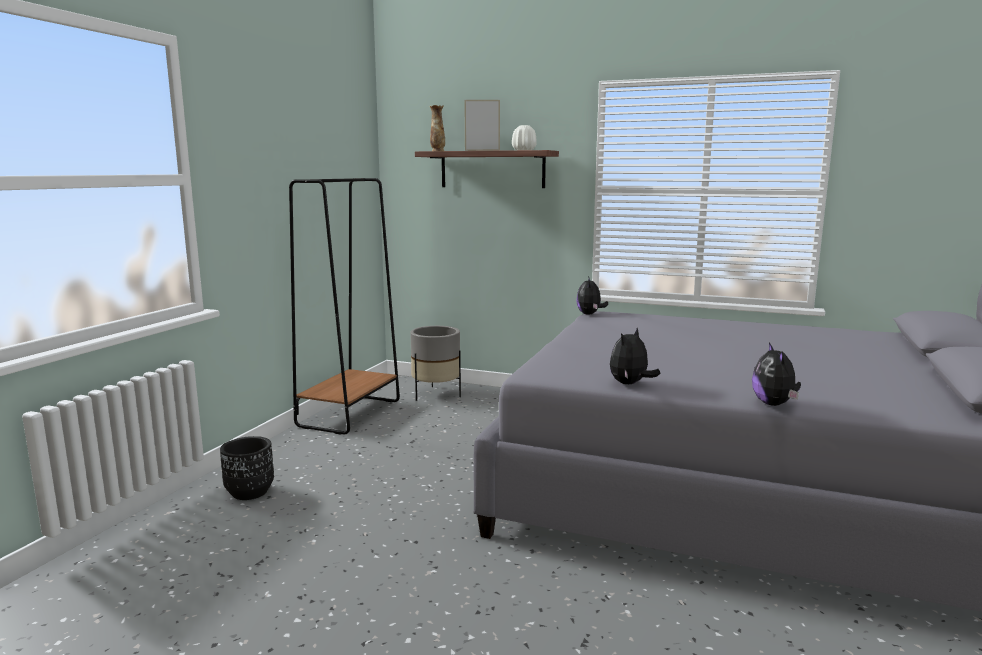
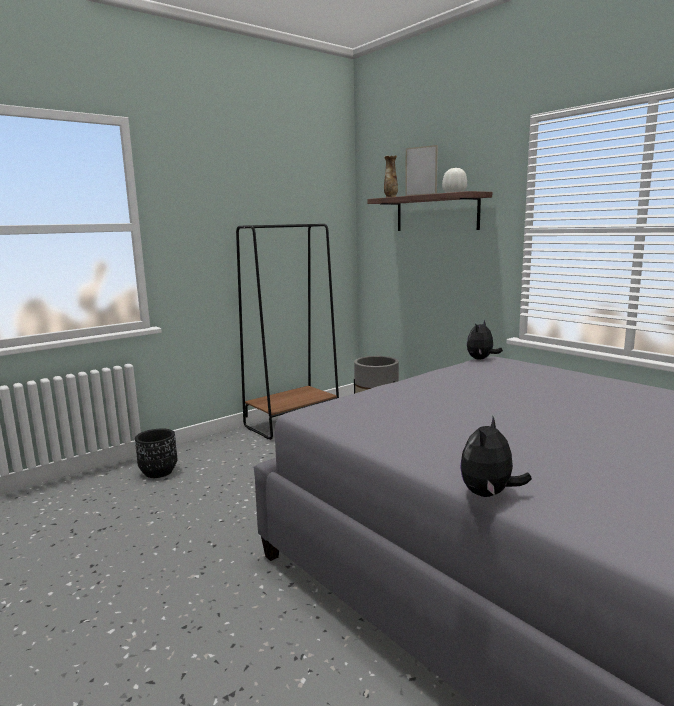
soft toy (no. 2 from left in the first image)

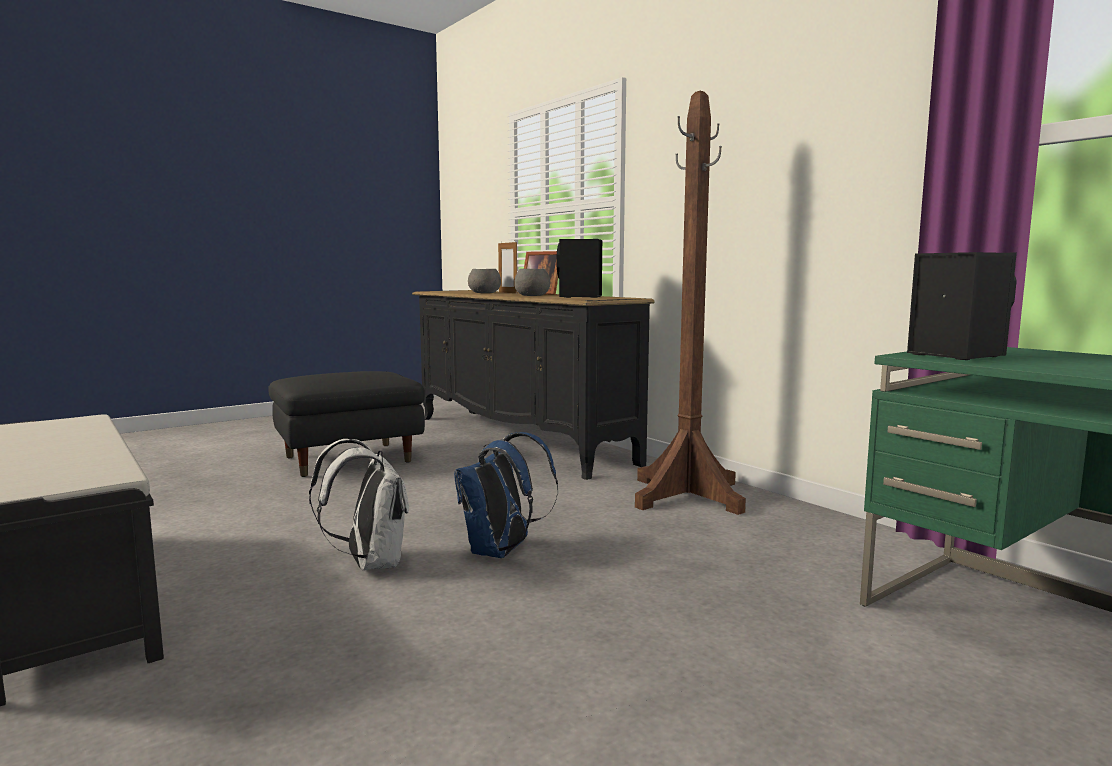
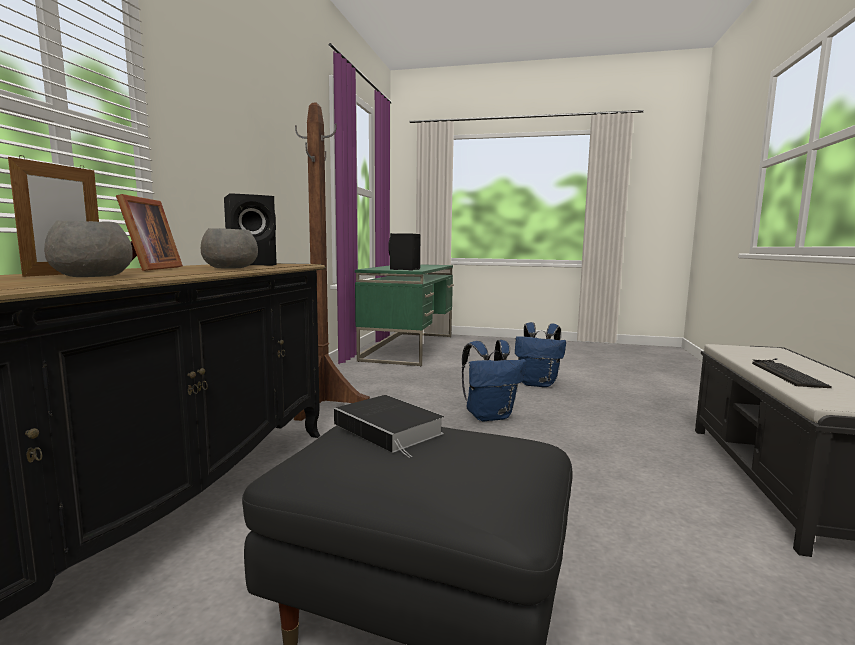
volume; bluish rucksack (no. 2 from left); computer keyboard; white rucksack

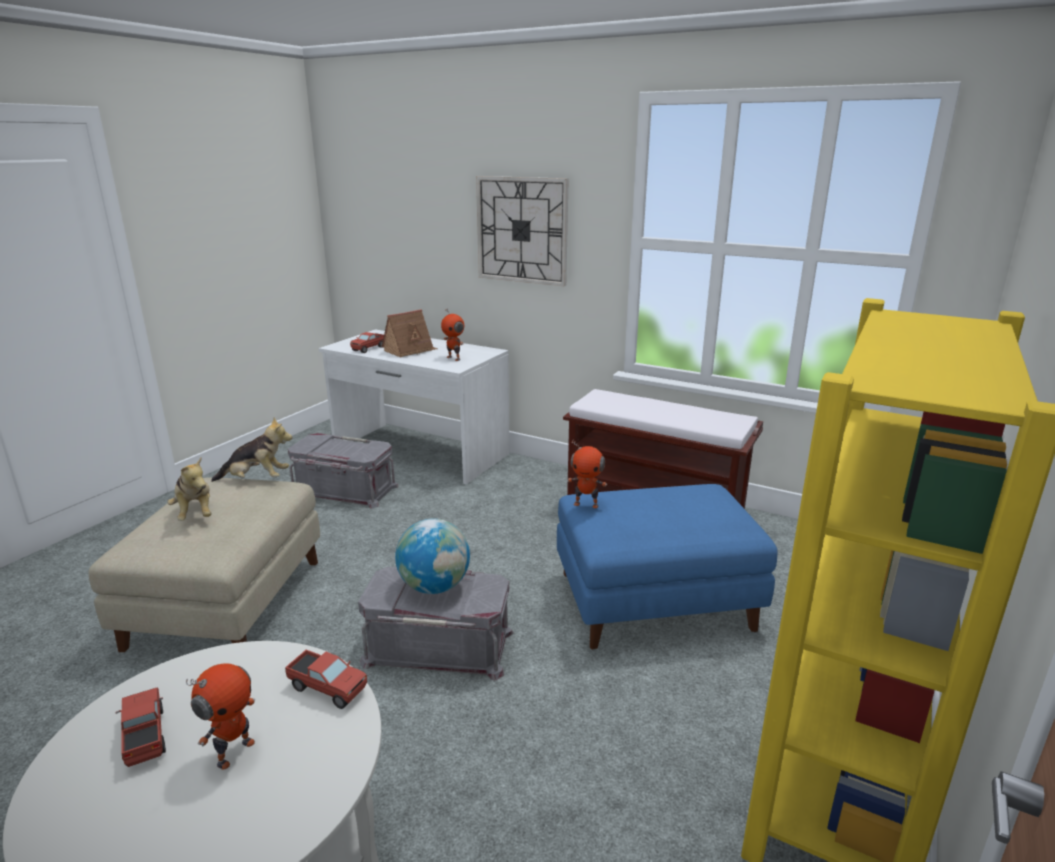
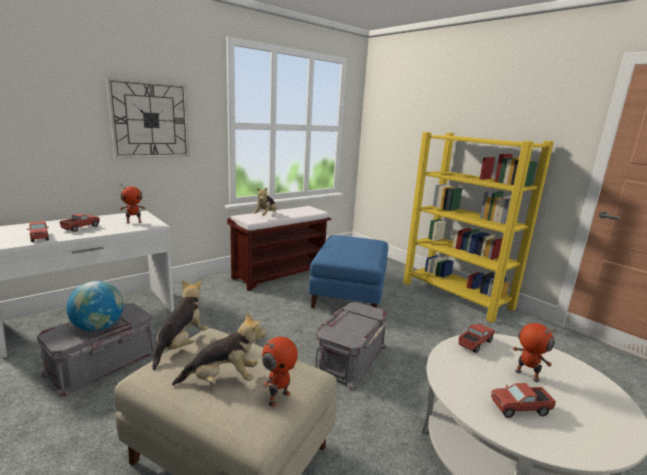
model truck (no. 2 from left); world globe; soft toy (no. 3 from left); robot figure (no. 2 from left)

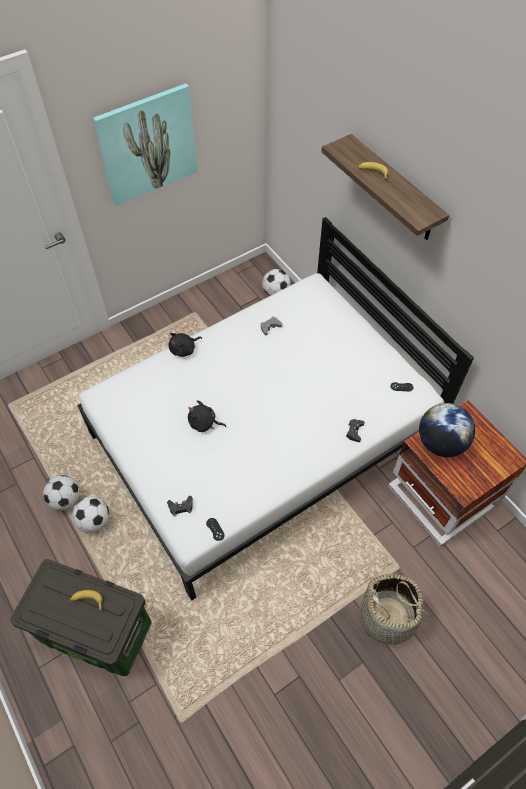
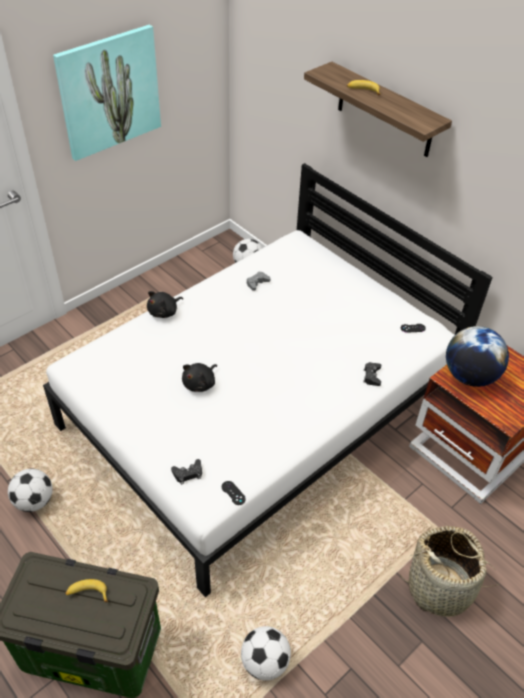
black soft toy (no. 2 from left); football ball (no. 3 from left)

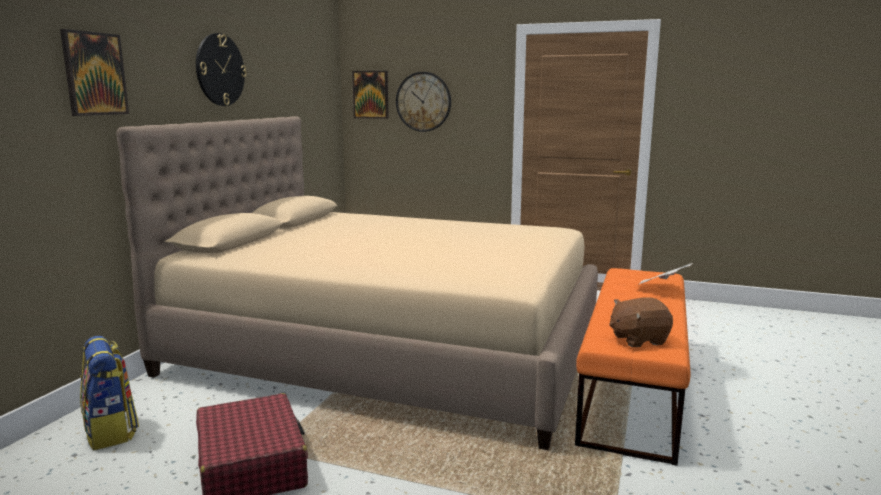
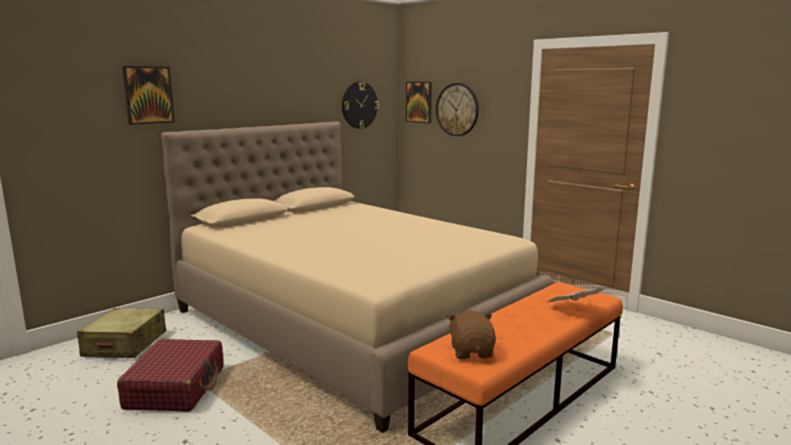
sand-coloured suitcase; clock on the wall (no. 1 from left); brown soft toy

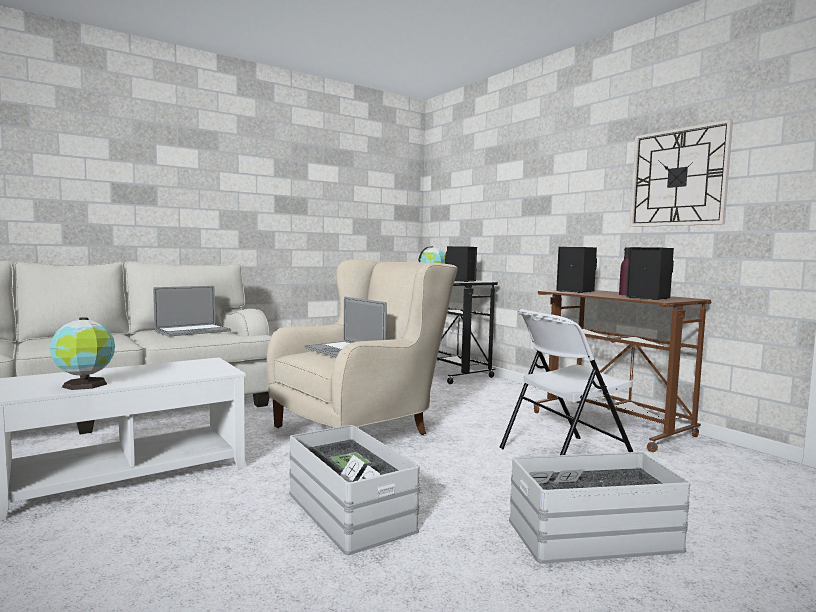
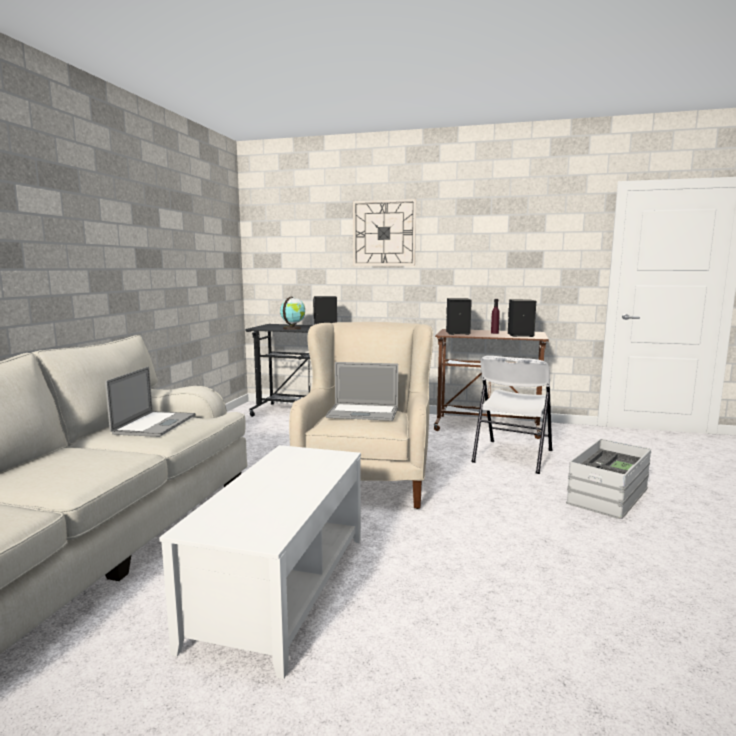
clock on the wall; world globe (no. 1 from left in the first image); gray storage bin (no. 1 from left in the first image)

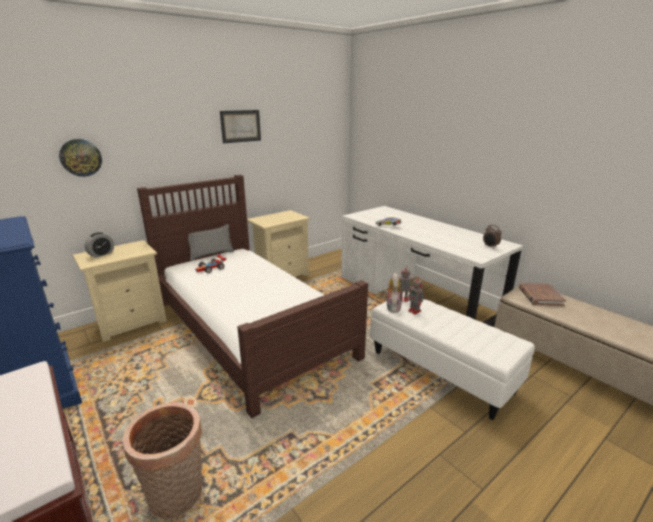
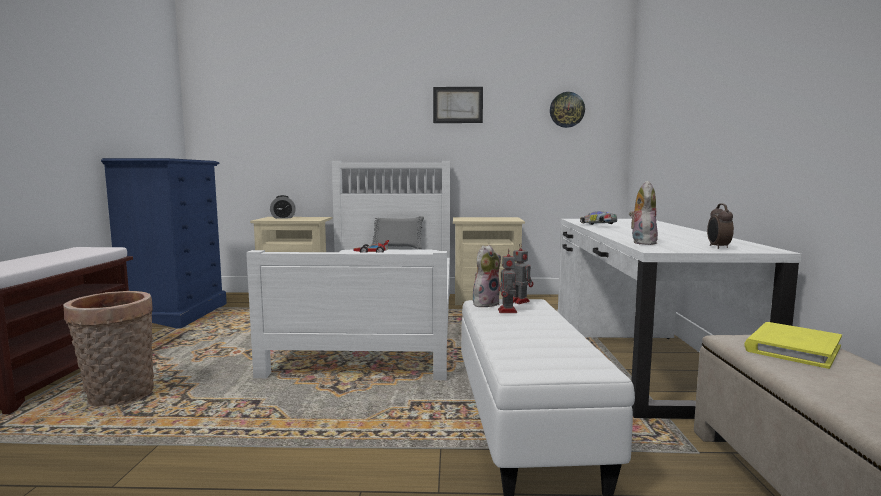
white sleeping bed; clock on the wall; soft toy (no. 2 from left); yellow-coloured volume

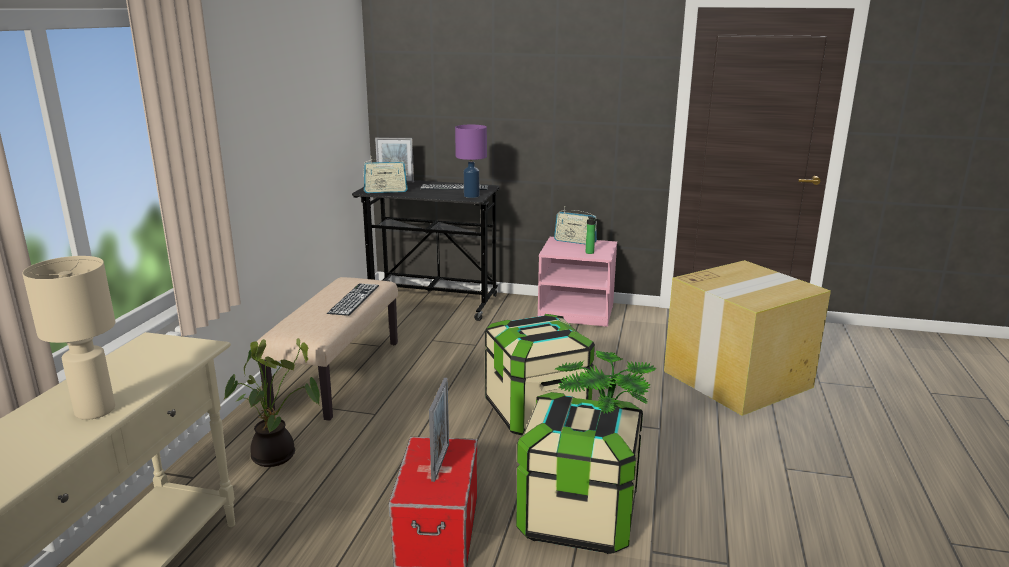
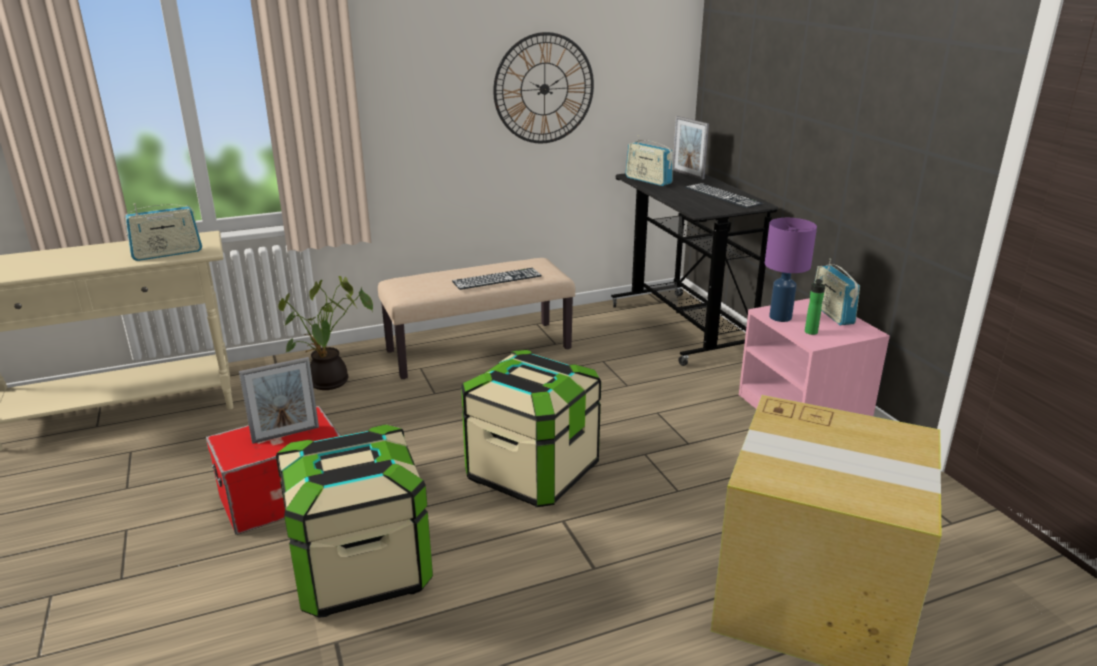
radio receiver (no. 1 from left); clock on the wall; purple-coloured table lamp; sand-coloured table lamp; plant in a pot (no. 2 from left in the first image)

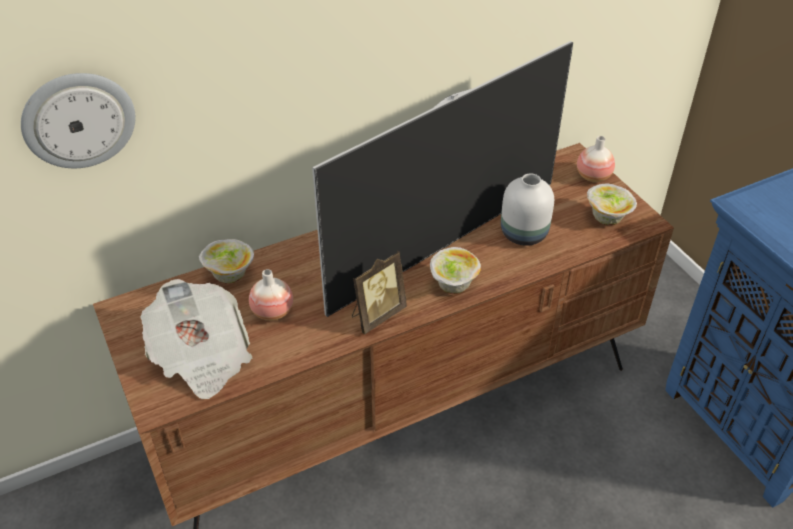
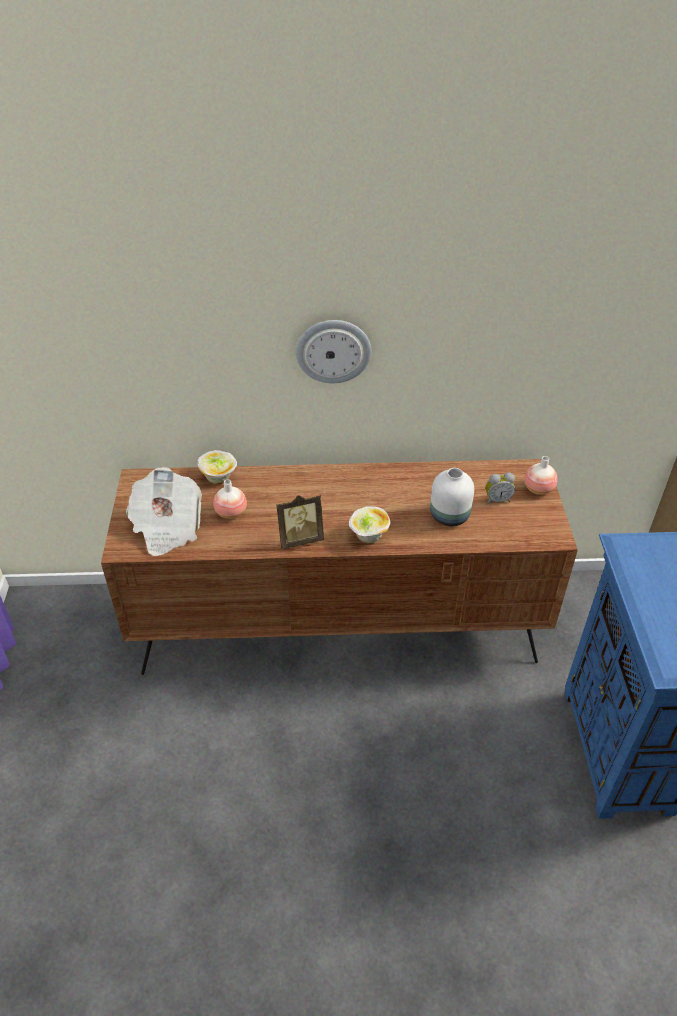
clock on the wall; alarm clock; TV; serving bowl (no. 3 from left in the first image)

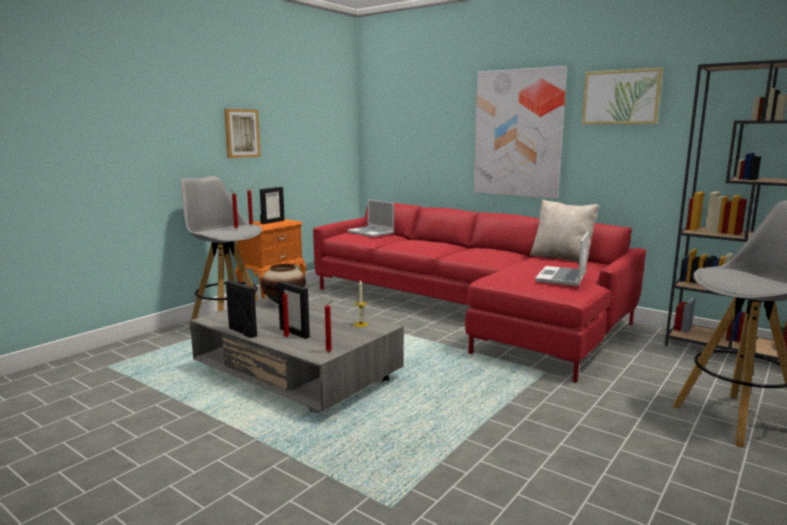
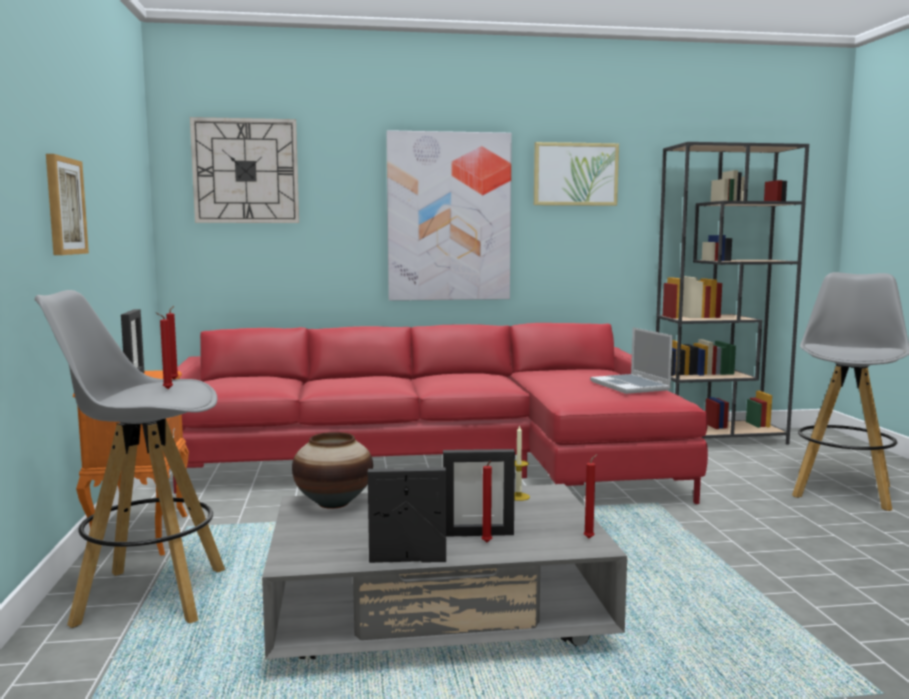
clock on the wall; portable computer (no. 1 from left in the first image); sand-coloured pillow

